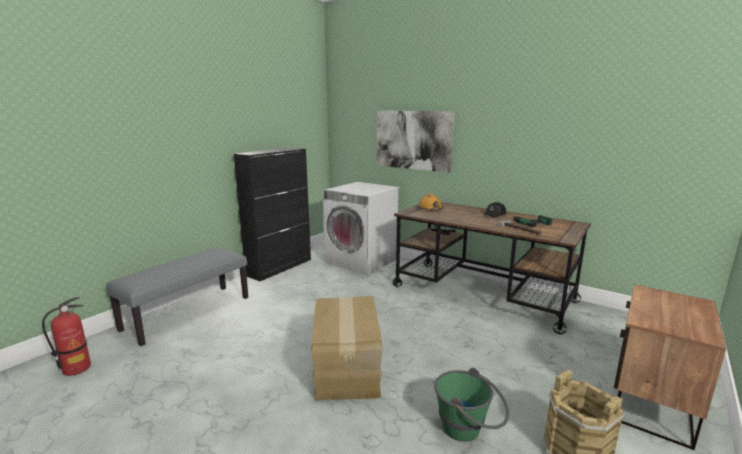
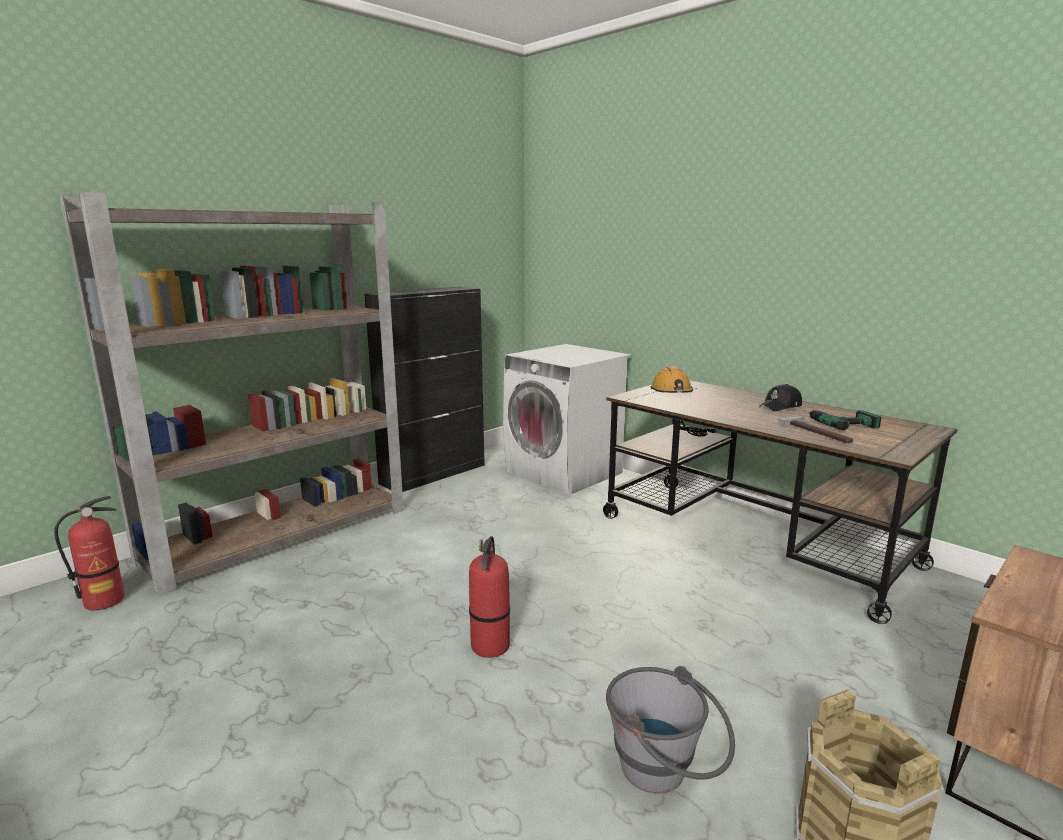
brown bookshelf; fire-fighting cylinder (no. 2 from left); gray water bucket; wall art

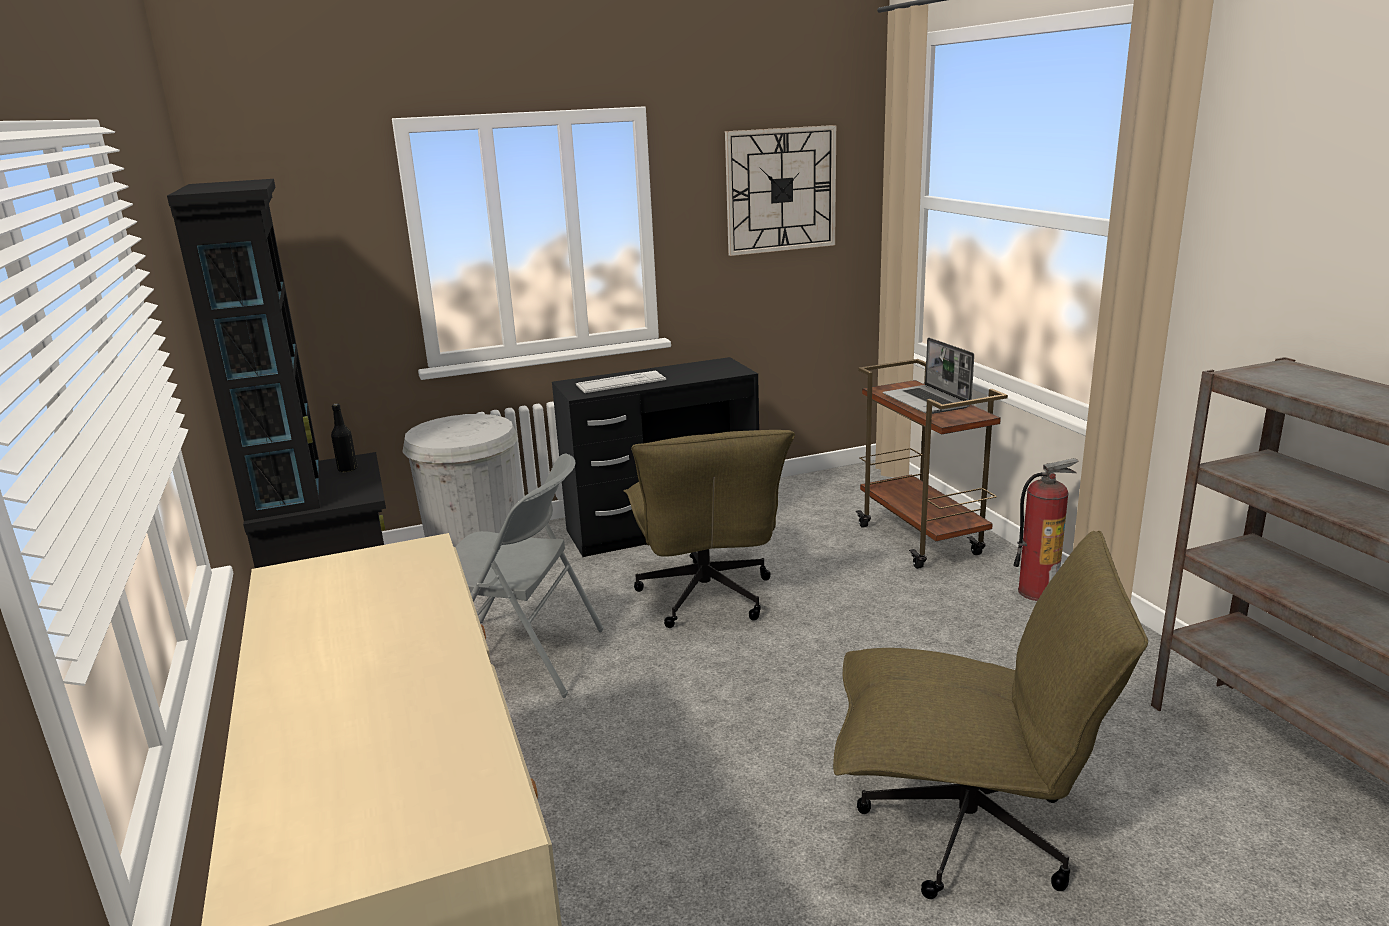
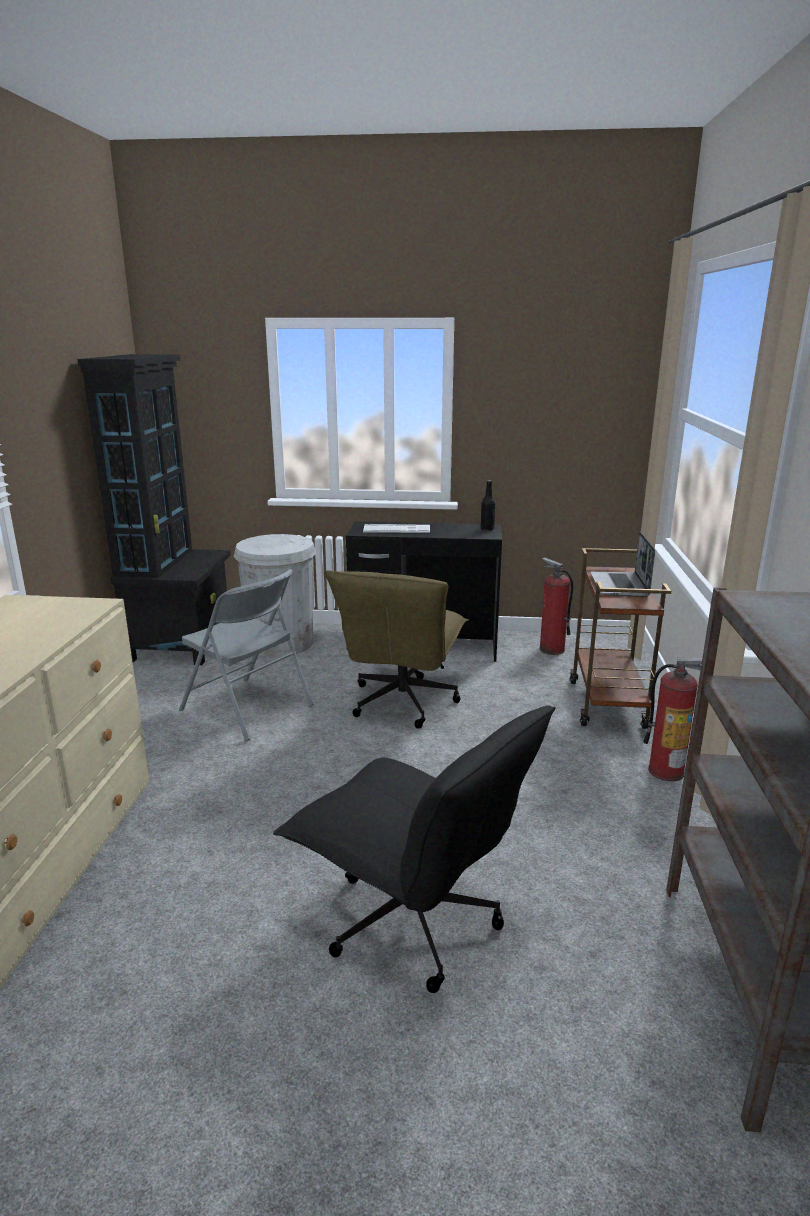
black desk chair; black bottle; fire-fighting cylinder (no. 1 from left); clock on the wall

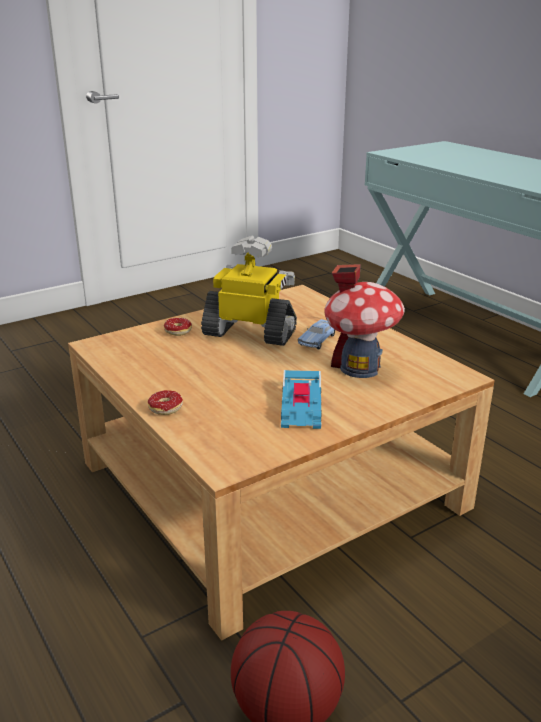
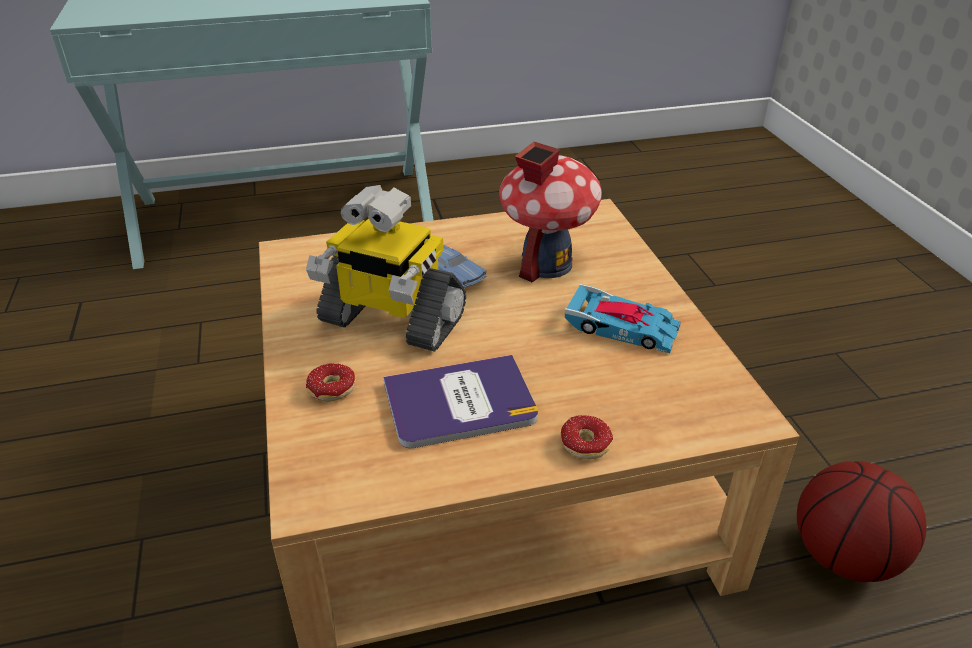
robot figure; volume

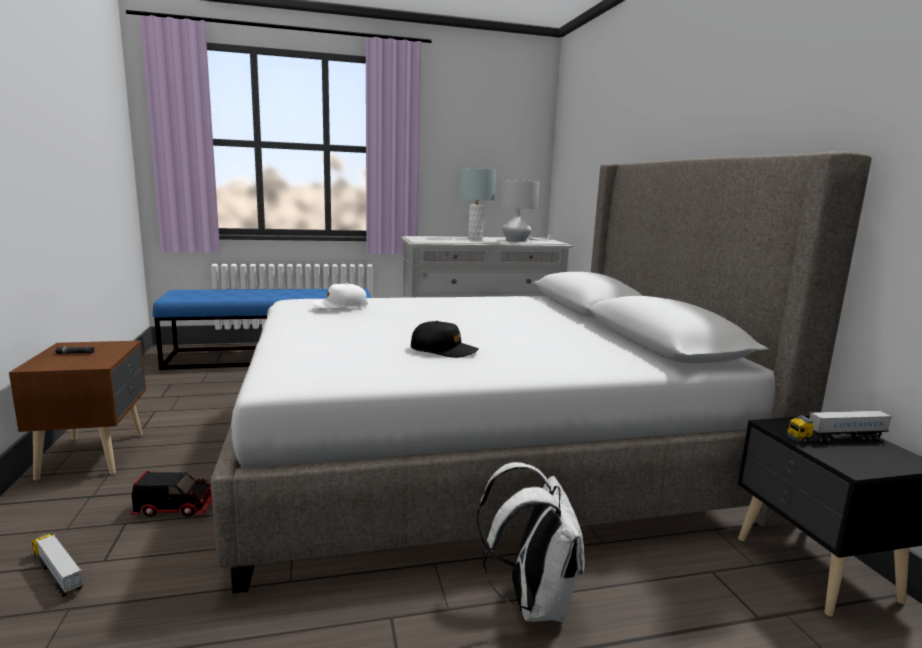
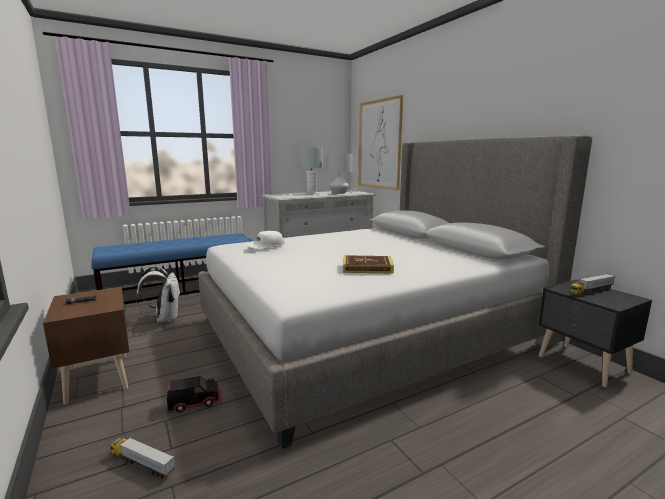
white rucksack; volume; wall art

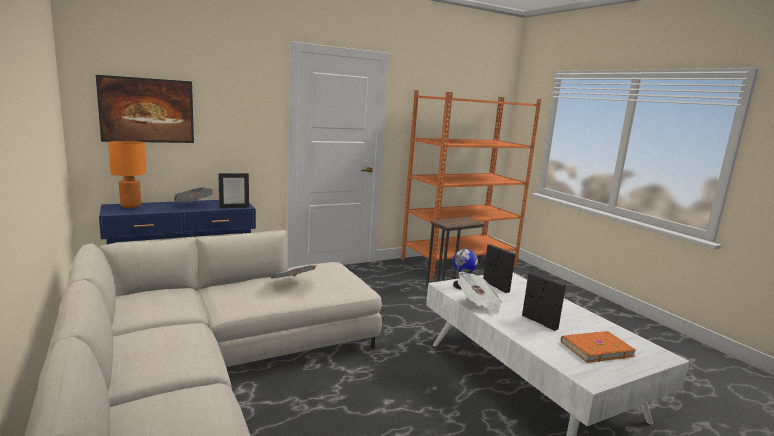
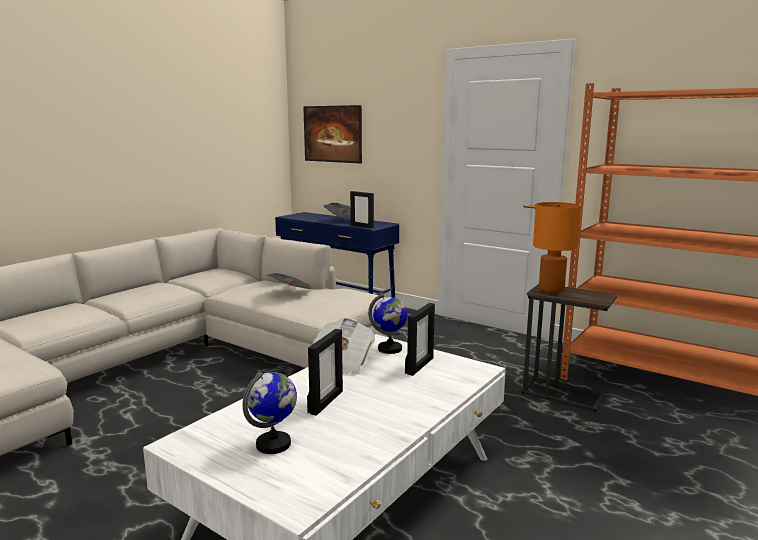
world globe (no. 1 from left); orangey table lamp

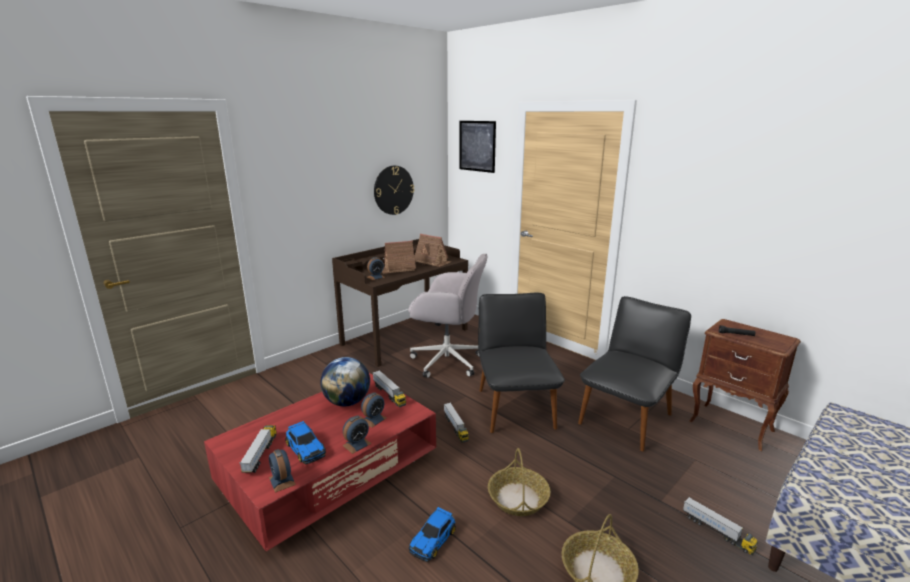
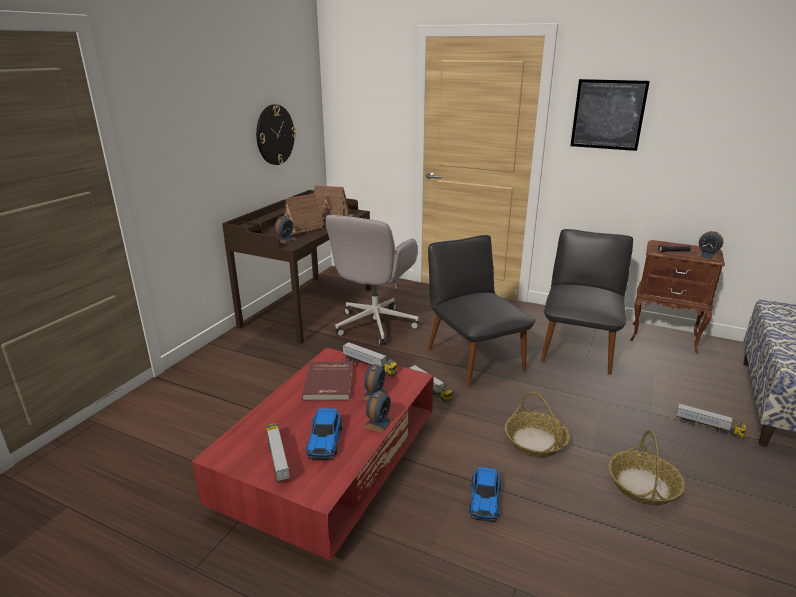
red volume; toy car (no. 1 from left); gray desk chair; wall art; alarm clock (no. 4 from left)

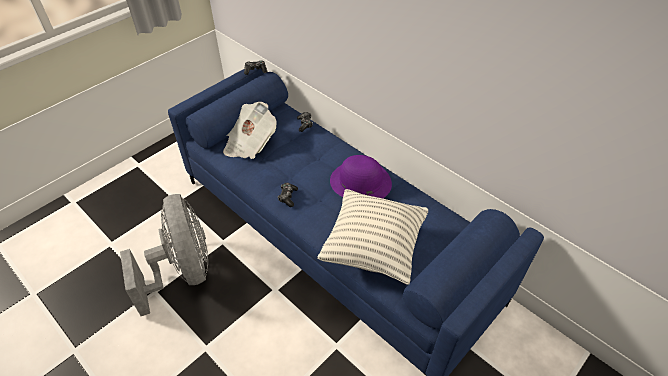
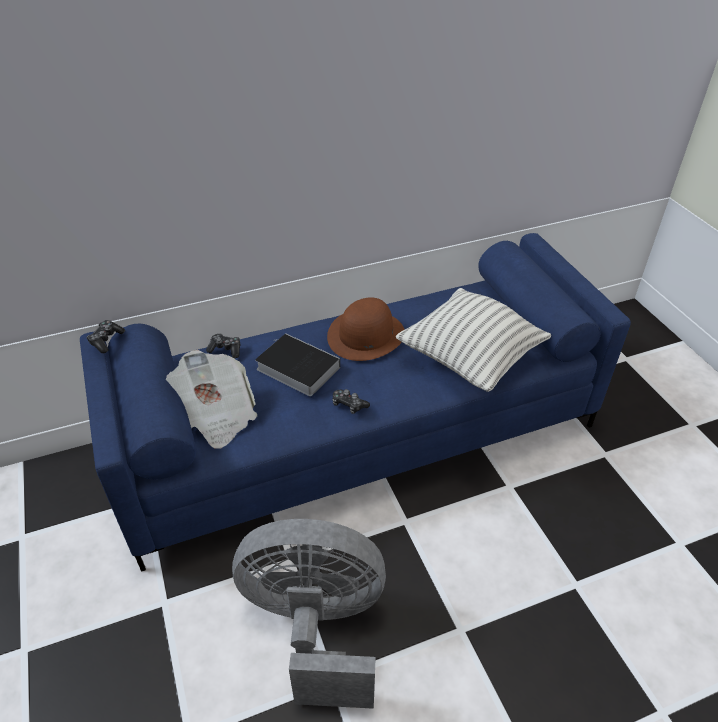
volume; brown hat

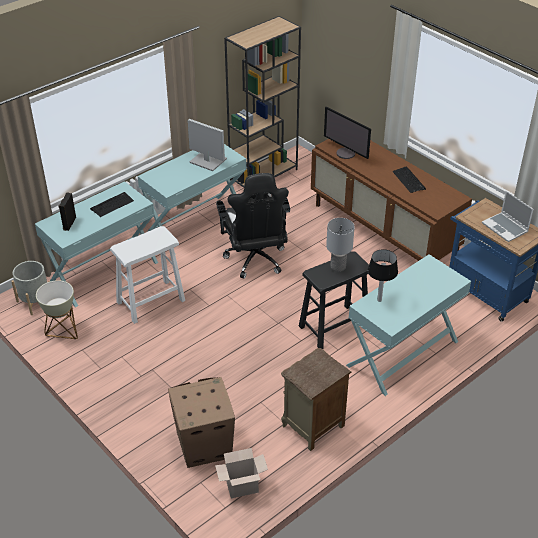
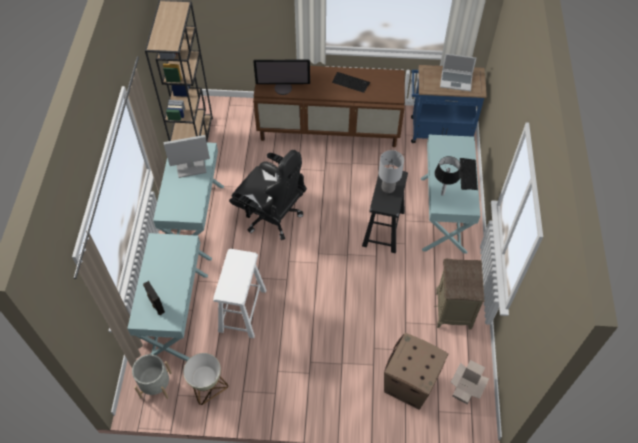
computer keyboard (no. 2 from left)

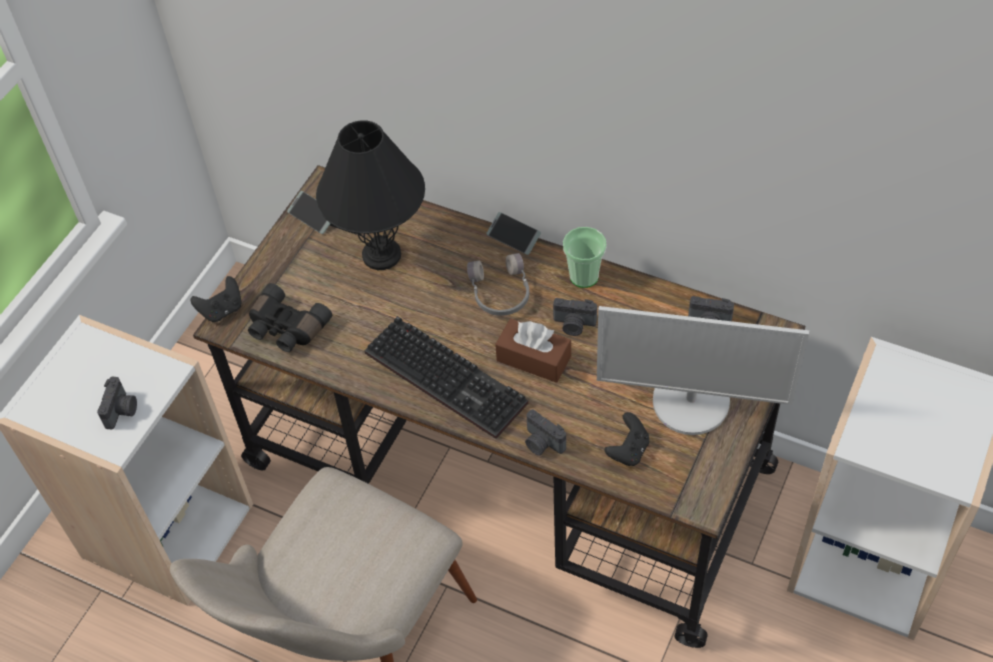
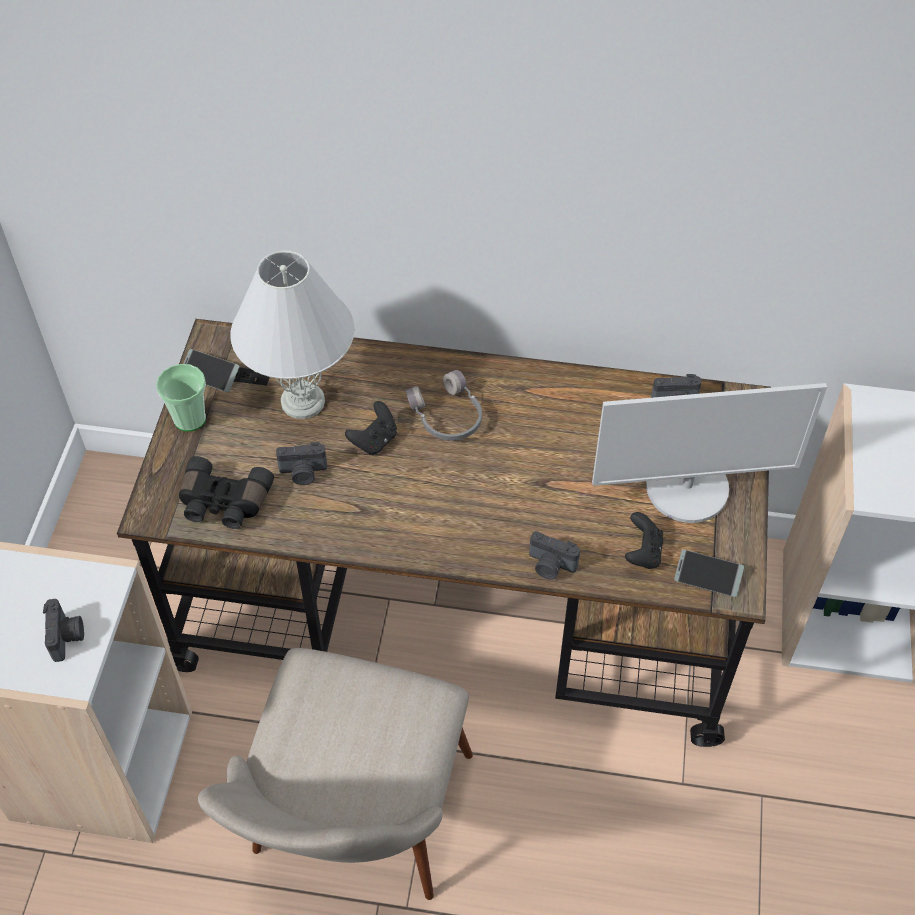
drinking cup; white table lamp; photo camera (no. 2 from left); black gamepad (no. 1 from left); handset (no. 2 from left); computer keyboard; brown tissue box

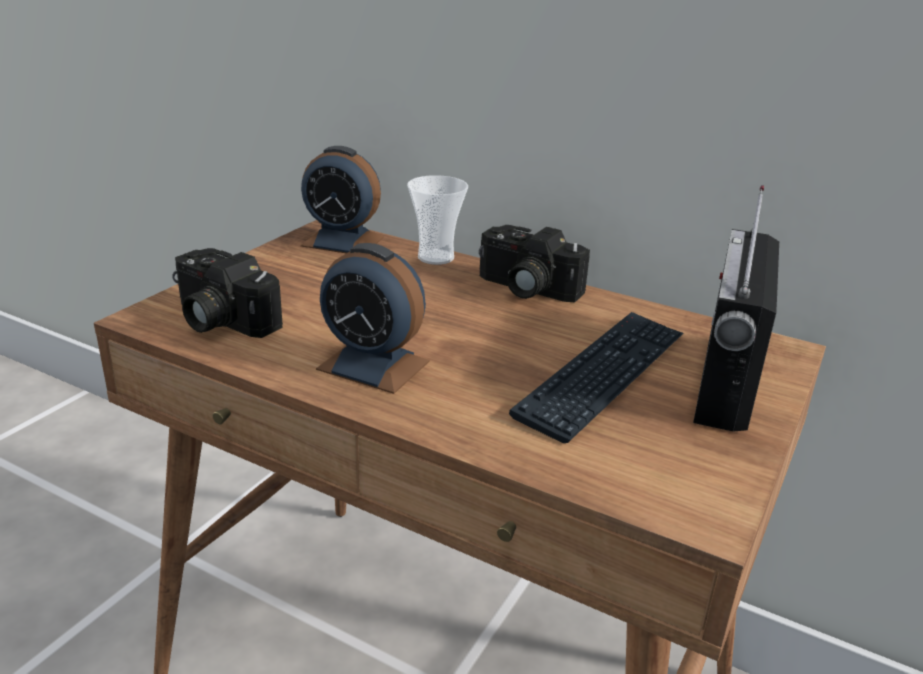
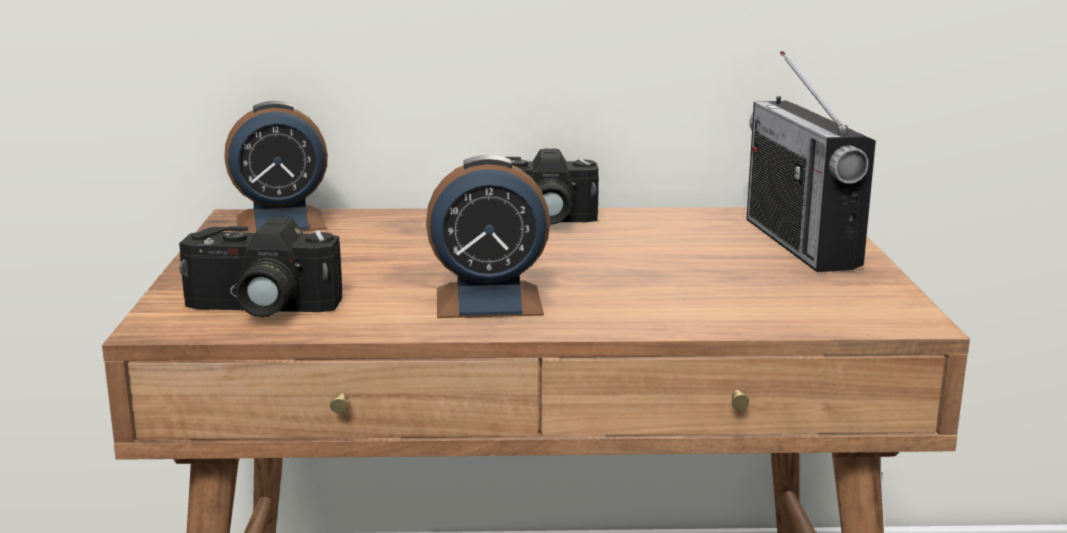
drinking cup; computer keyboard

